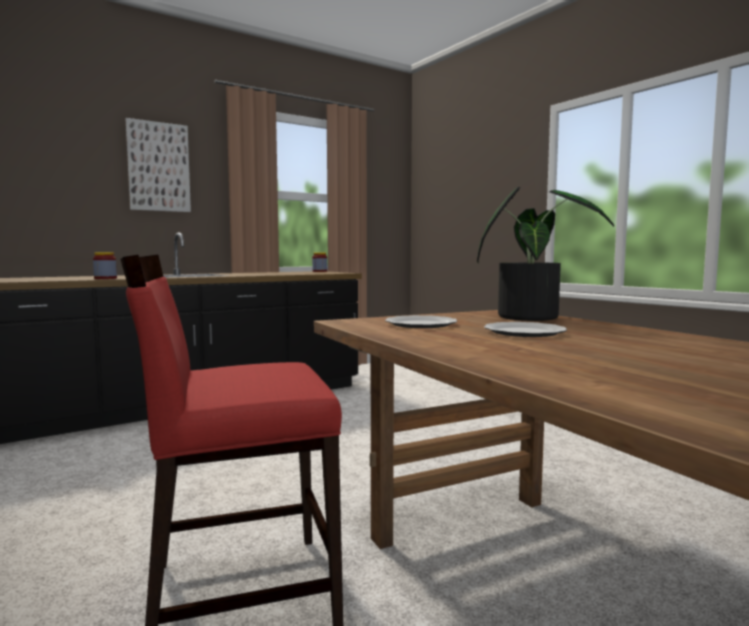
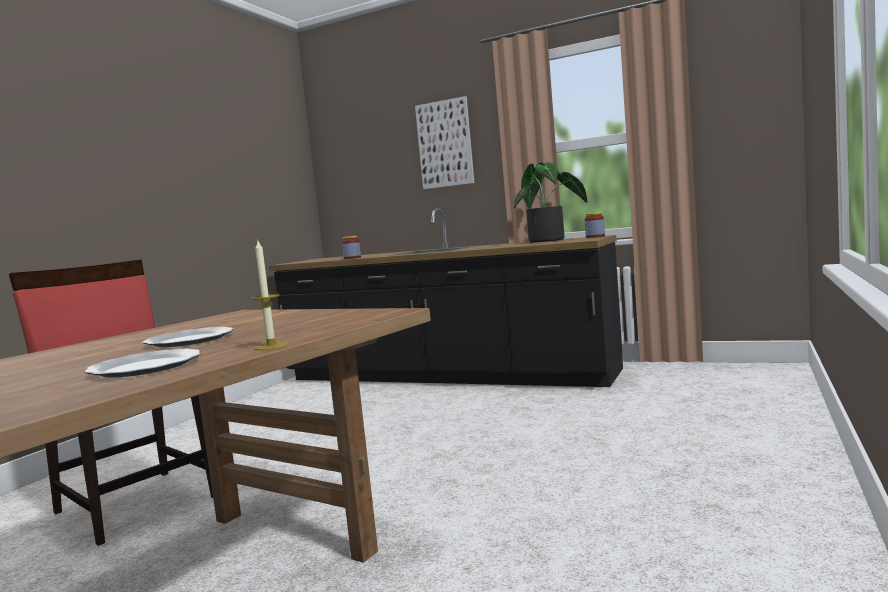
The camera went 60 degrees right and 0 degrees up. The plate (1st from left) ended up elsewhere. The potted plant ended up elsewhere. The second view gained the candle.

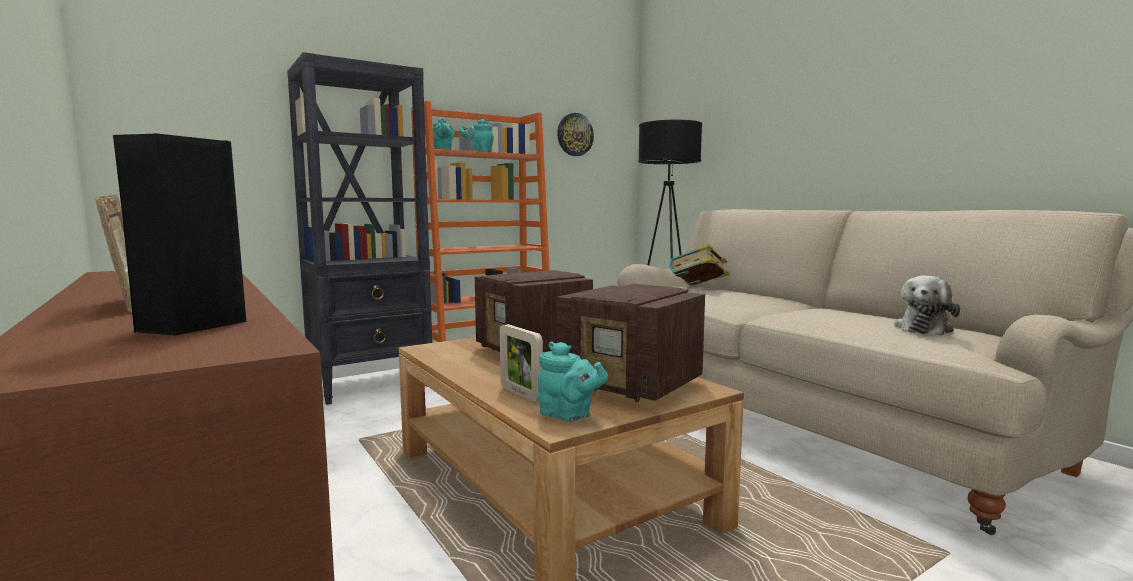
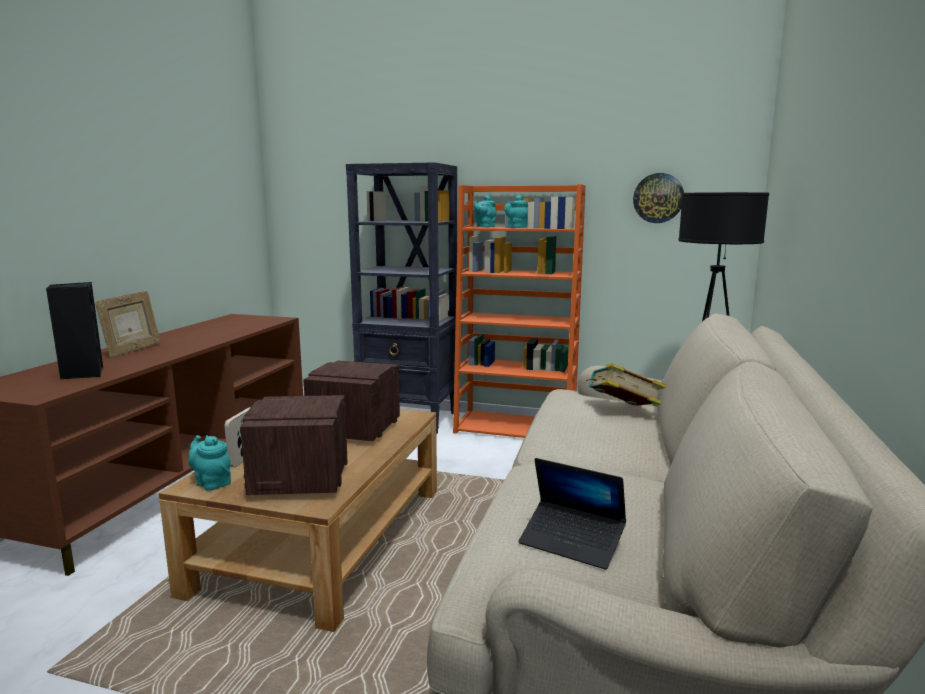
The camera went 50 degrees right and 5 degrees up. The turquoise-coloured pot for tea (3rd from left in the first image) ended up facing another way, 135 degrees clockwise from before. Where the cuddly toy stood, the notebook computer came to stand.

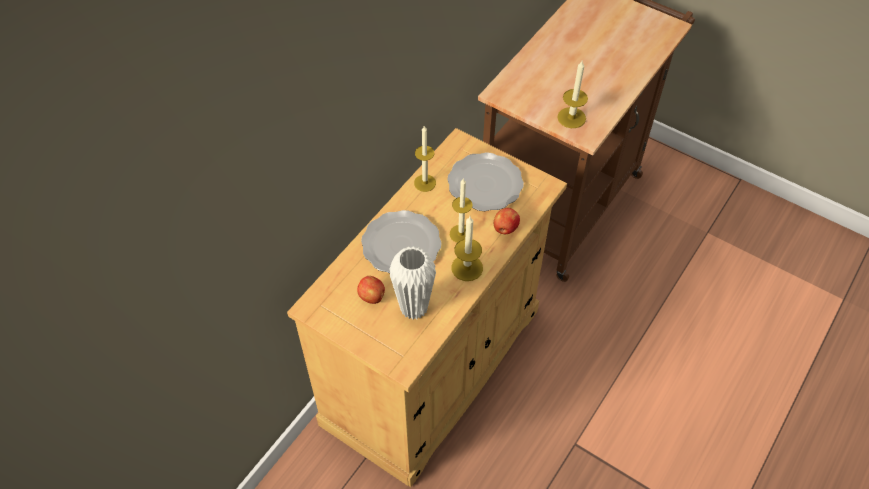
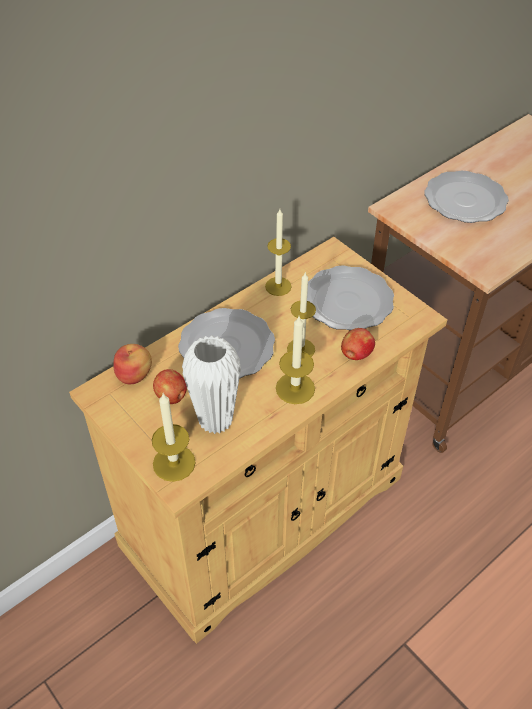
The camera went 15 degrees right and 5 degrees down. The candle (4th from left in the first image) ended up elsewhere. The second view gained the apple (1st from left). The second view gained the plate (3rd from left).

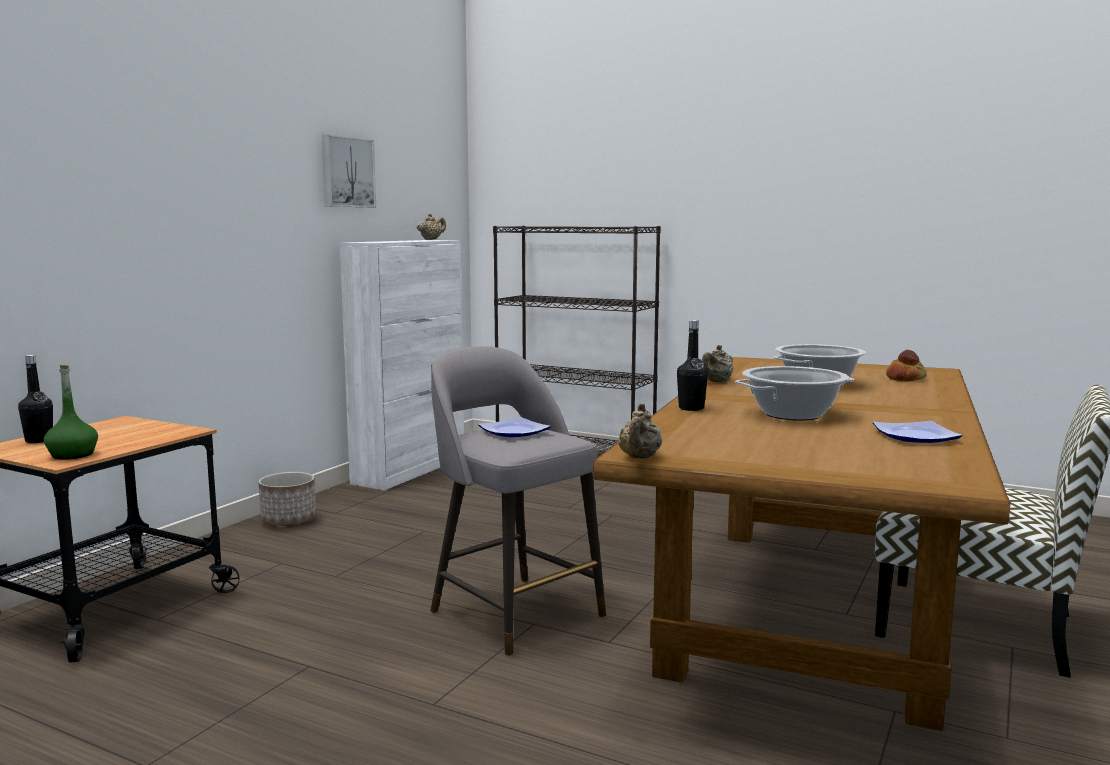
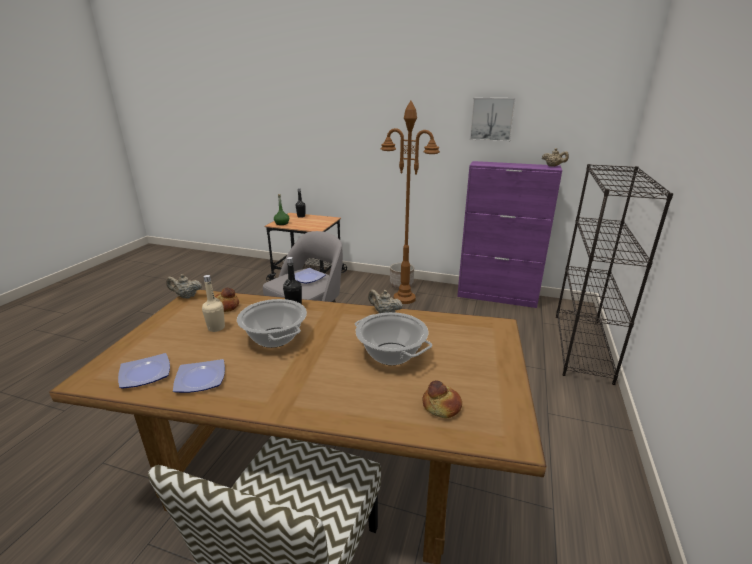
The camera went 80 degrees right and 15 degrees up. What was the whitish cabinet turned into the purple-coloured cabinet. The second view gained the plate (1st from left). The second view gained the beige-coloured beverage bottle. The second view gained the baked bread (1st from left). The second view gained the brown-coloured standard lamp.

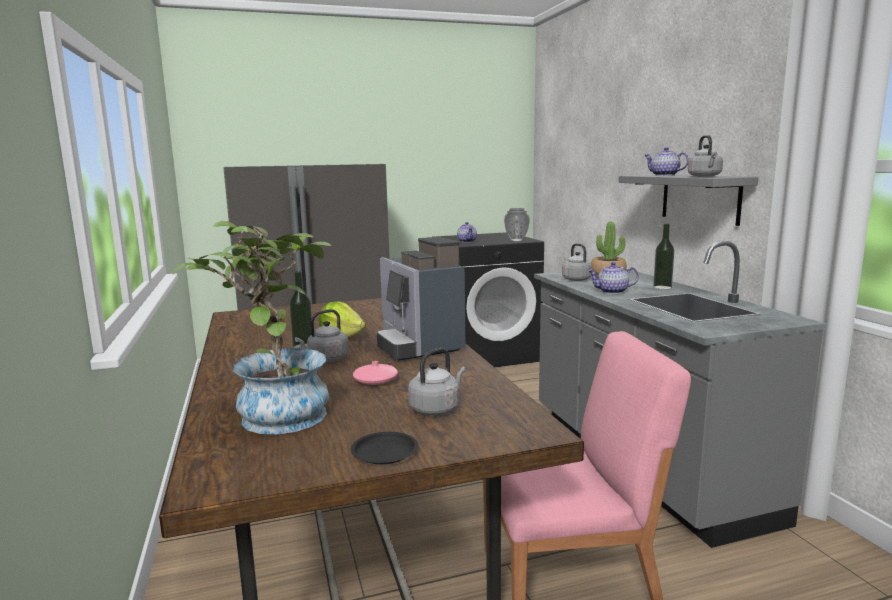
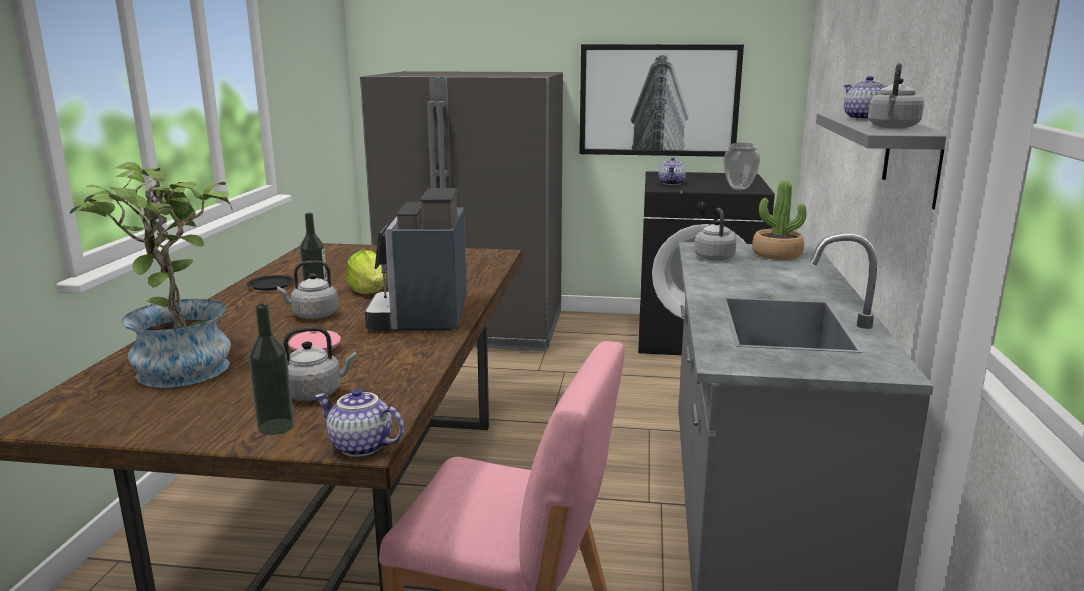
The camera went 25 degrees right and 5 degrees up. The black plate ended up elsewhere. The pot for tea (2nd from left in the first image) ended up elsewhere. The beverage bottle (2nd from left in the first image) ended up elsewhere. The second view gained the wall picture.

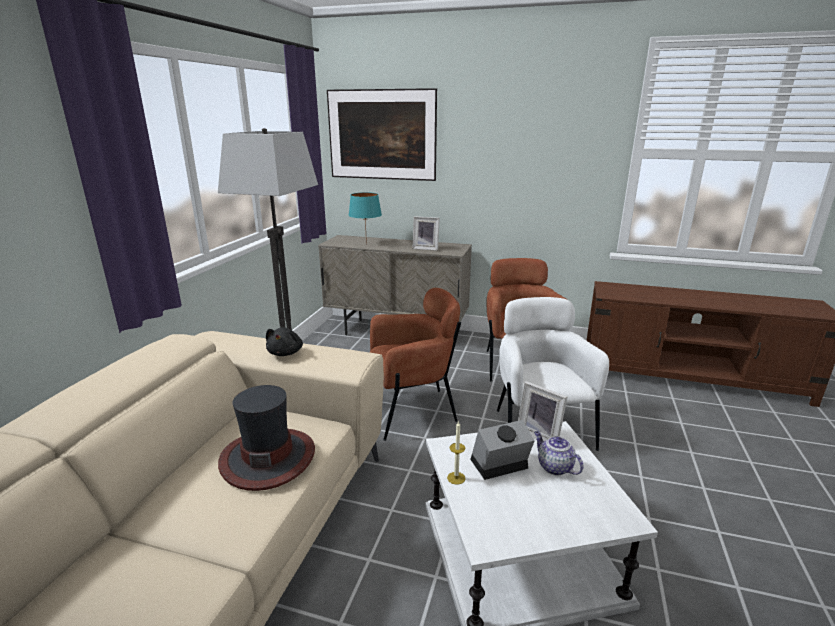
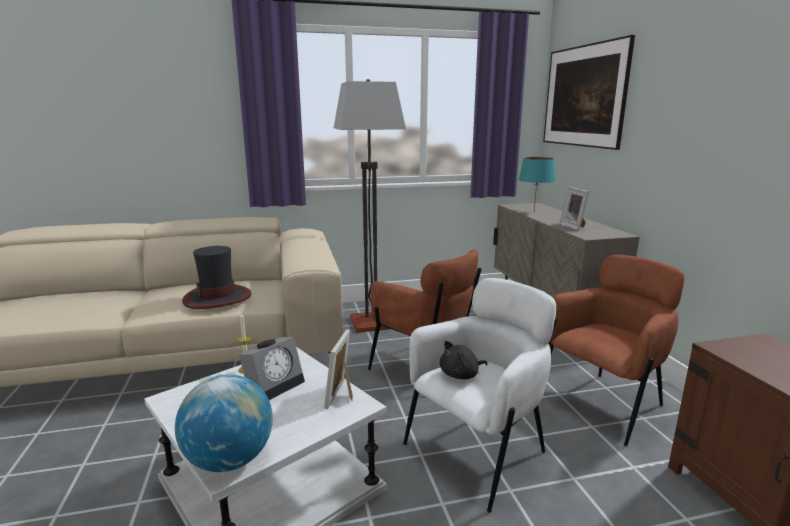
The camera went 60 degrees right and 5 degrees down. The black cuddly toy ended up elsewhere. The bedside clock ended up facing another way, 90 degrees clockwise from before. The second view lost the pot for tea. The second view gained the globe.

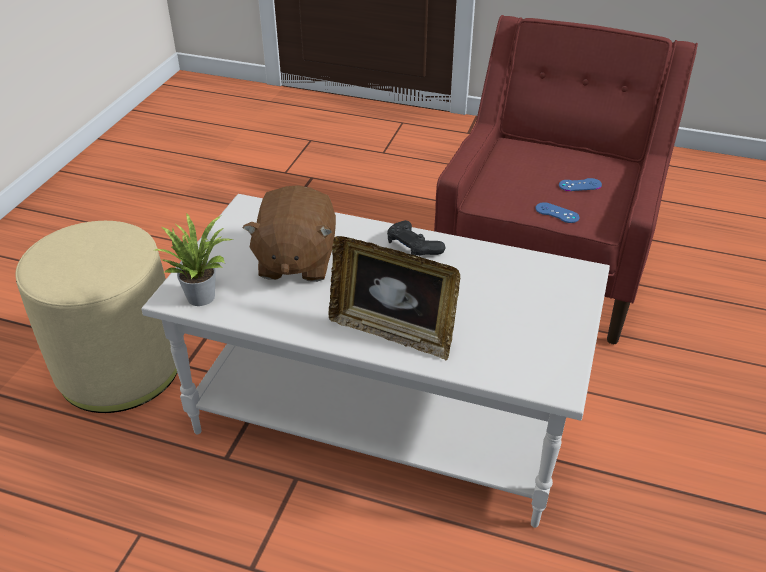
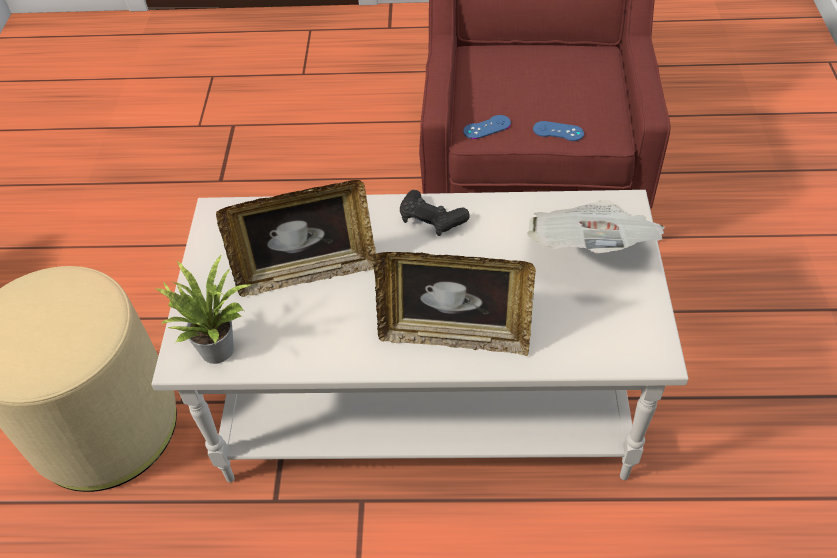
The camera went 15 degrees left and 10 degrees up. Where the brown-coloured cuddly toy stood, the standing frame (1st from left) came to stand. The bluish game controller (2nd from left in the first image) ended up elsewhere. The second view gained the newspaper.

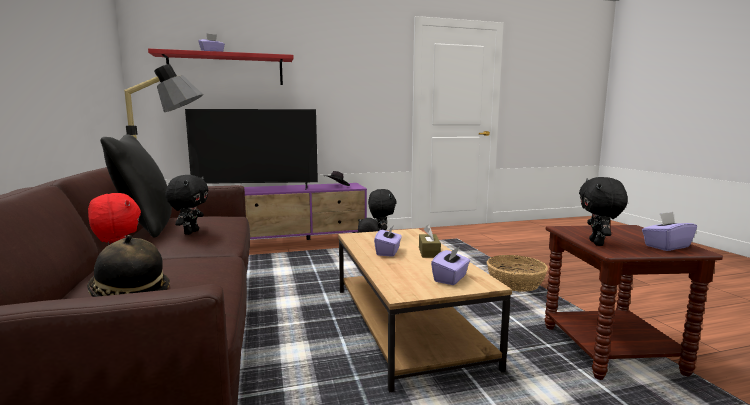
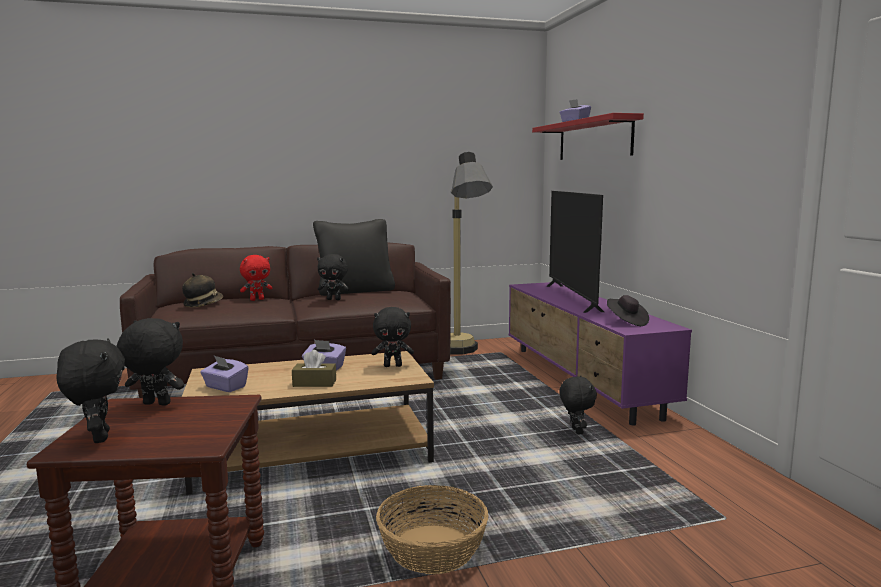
The camera went 90 degrees right and 0 degrees up. Where the purple-coloured tissue box (4th from left) stood, the black cuddly toy (1st from left) came to stand.

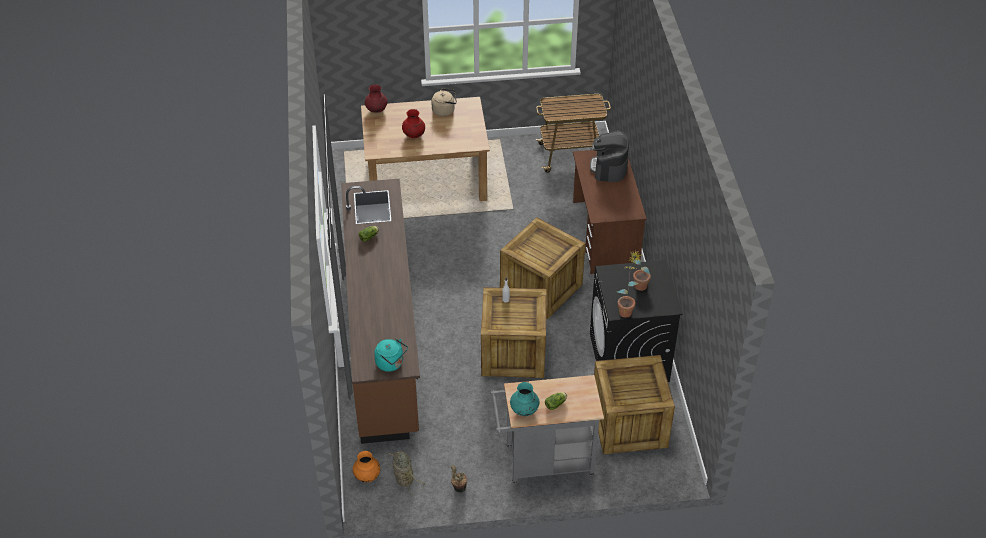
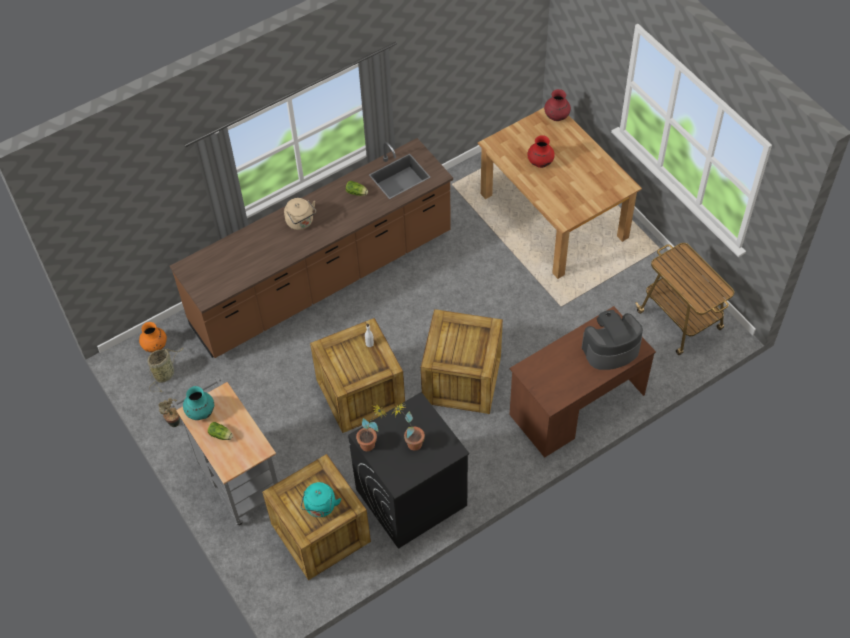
The camera went 65 degrees right and 10 degrees up. The turquoise-coloured water kettle ended up elsewhere. The beige-coloured water kettle ended up elsewhere.

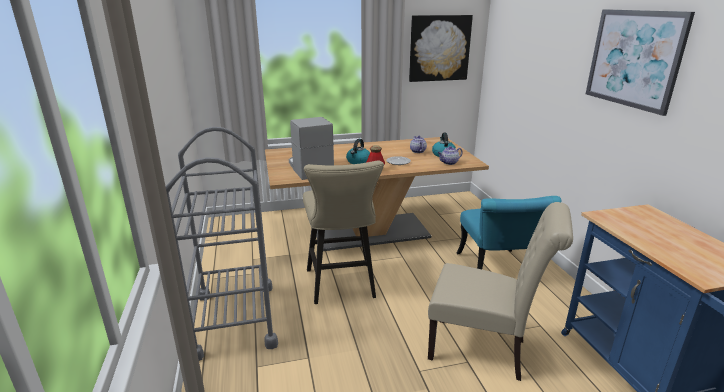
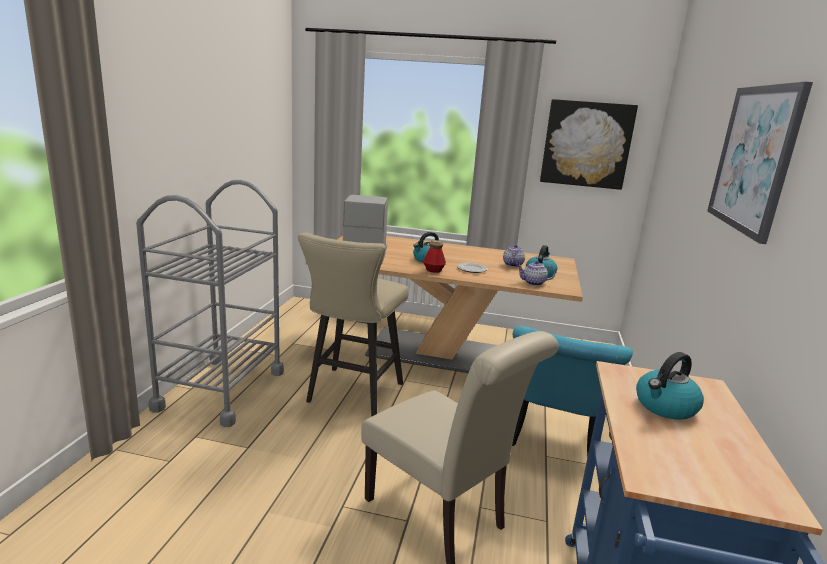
The camera went 25 degrees right and 5 degrees down. The second view gained the water kettle (3rd from left).

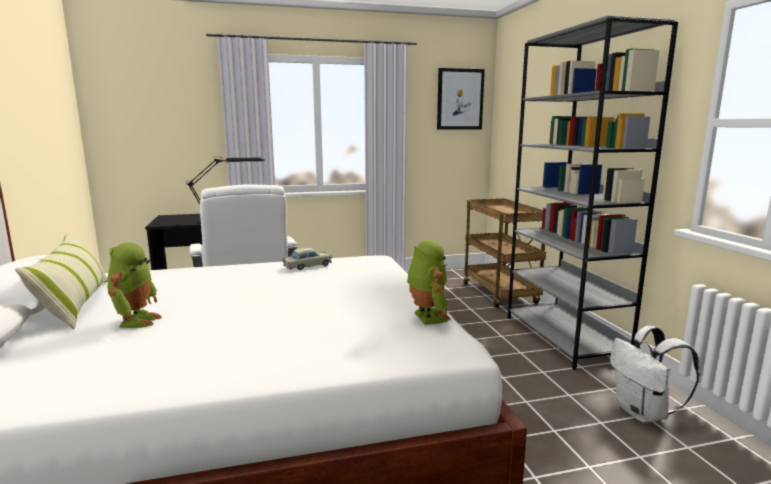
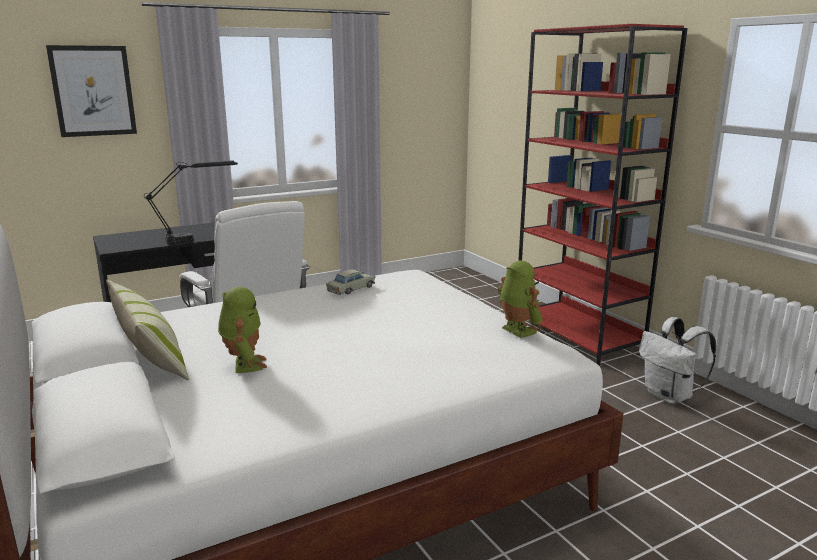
The camera went 15 degrees left and 5 degrees up. The wall picture ended up elsewhere. The second view lost the brown-coloured cart. What was the grey bookcase turned into the red bookcase.

